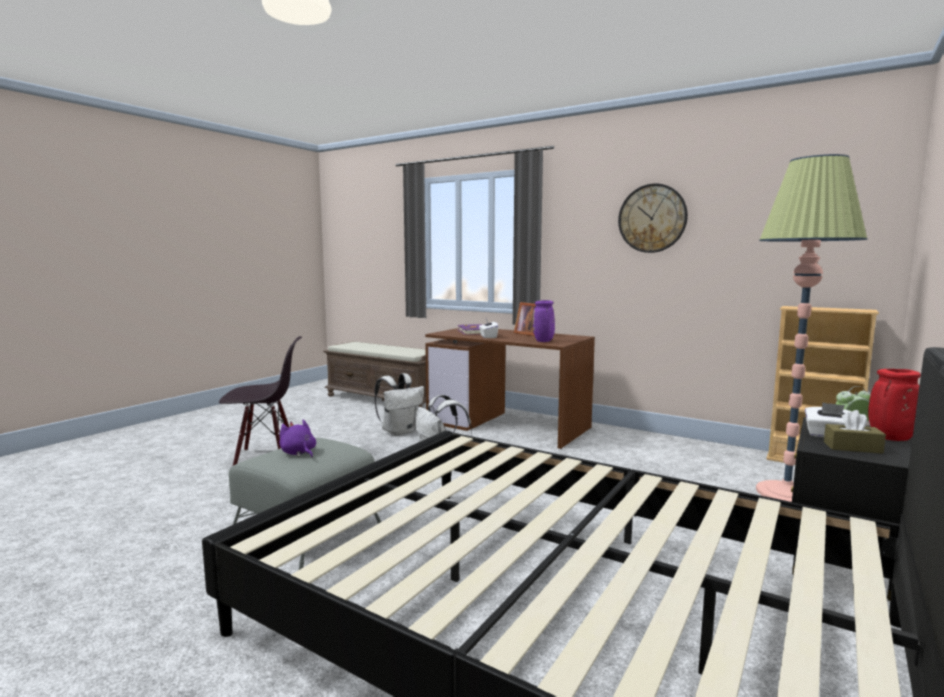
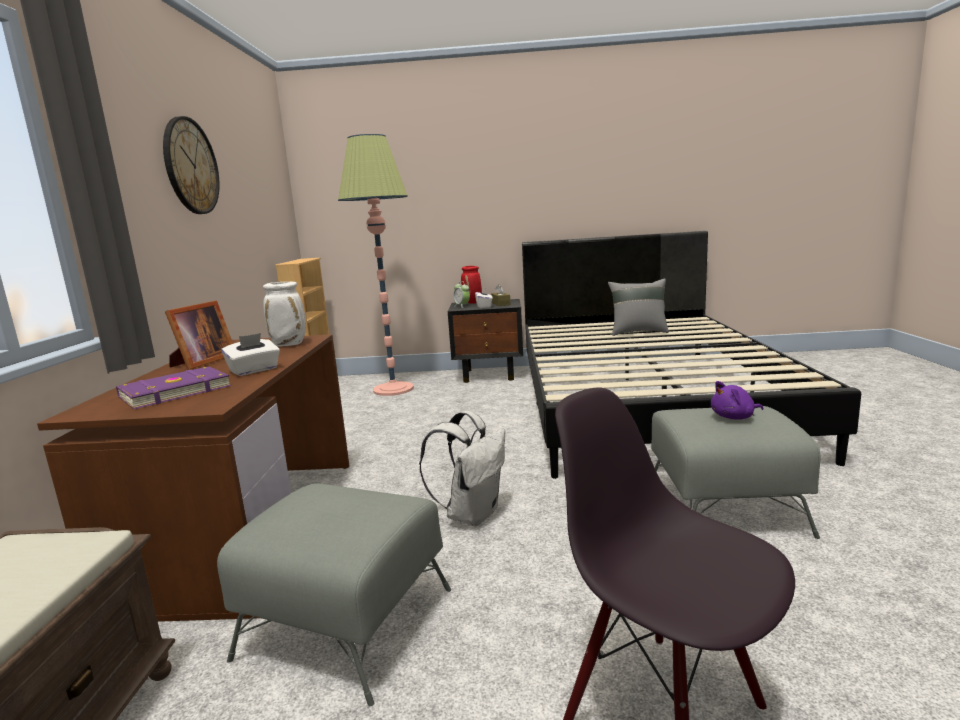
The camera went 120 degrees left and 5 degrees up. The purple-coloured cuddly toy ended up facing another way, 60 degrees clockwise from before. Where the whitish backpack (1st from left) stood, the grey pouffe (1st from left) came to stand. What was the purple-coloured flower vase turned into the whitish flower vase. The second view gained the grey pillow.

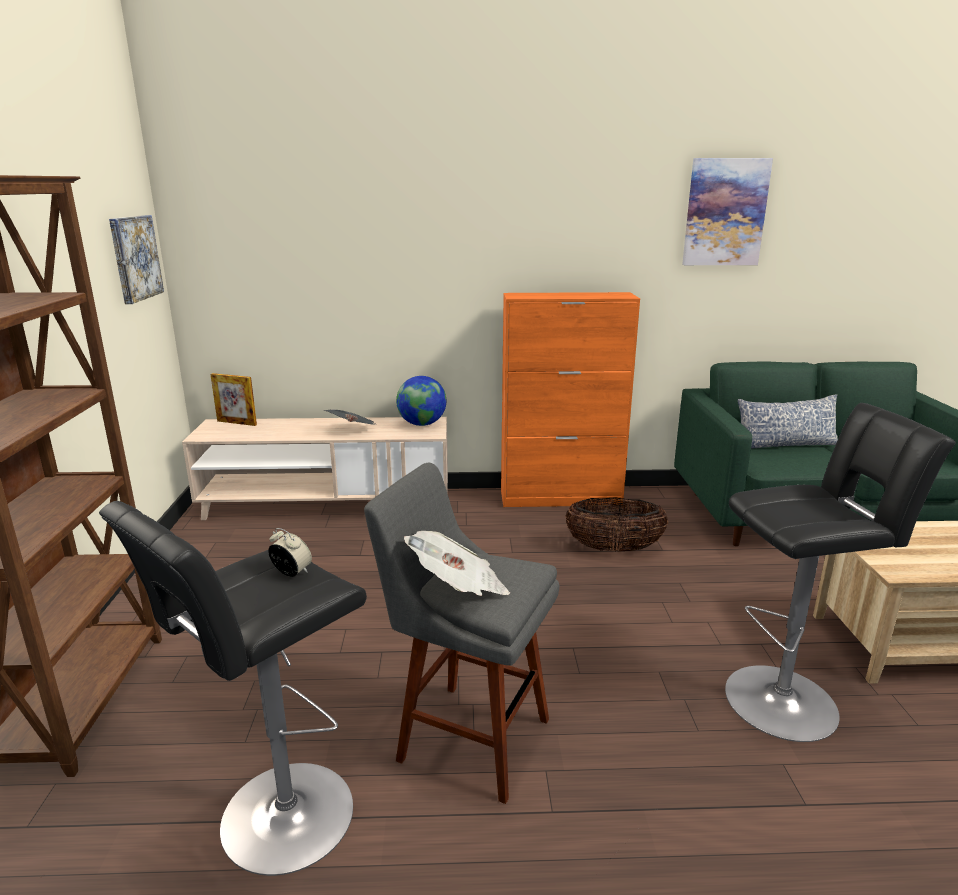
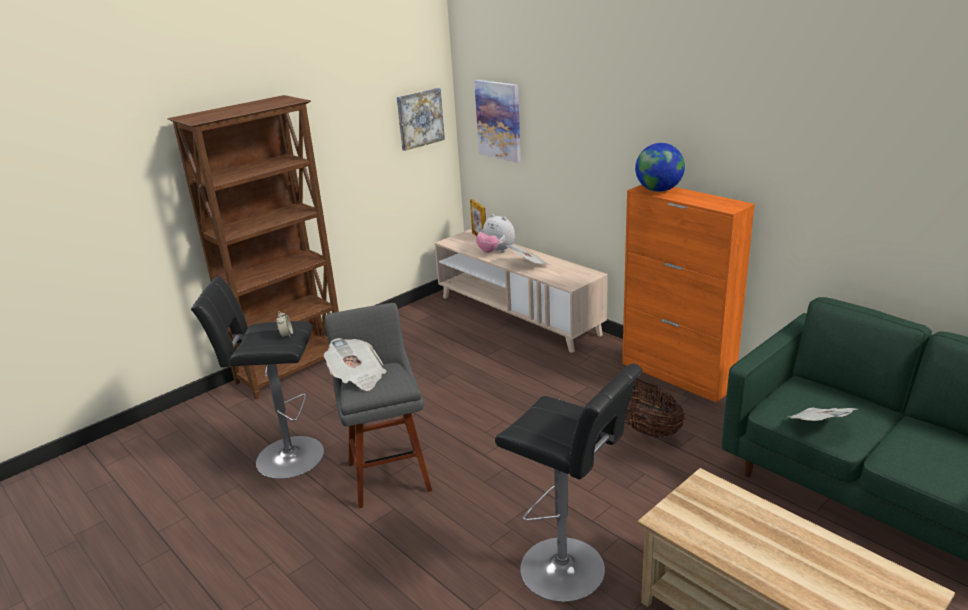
The camera went 50 degrees right and 5 degrees up. The globe ended up elsewhere. The wall picture (2nd from left) ended up elsewhere. The second view lost the pillow. The second view gained the cuddly toy. The second view gained the newspaper (3rd from left).

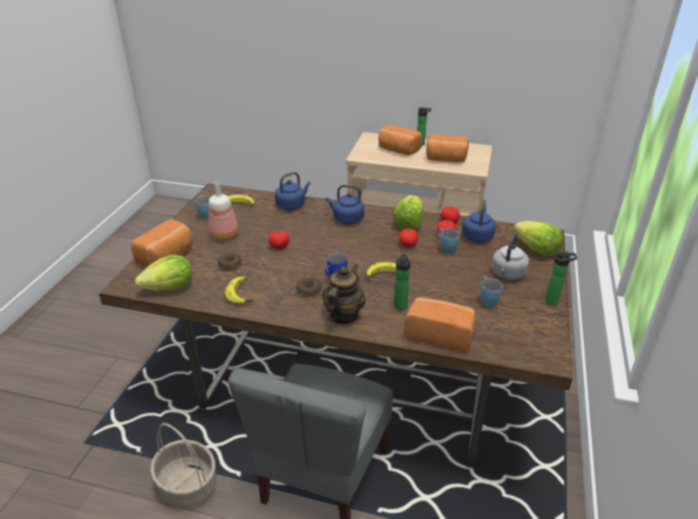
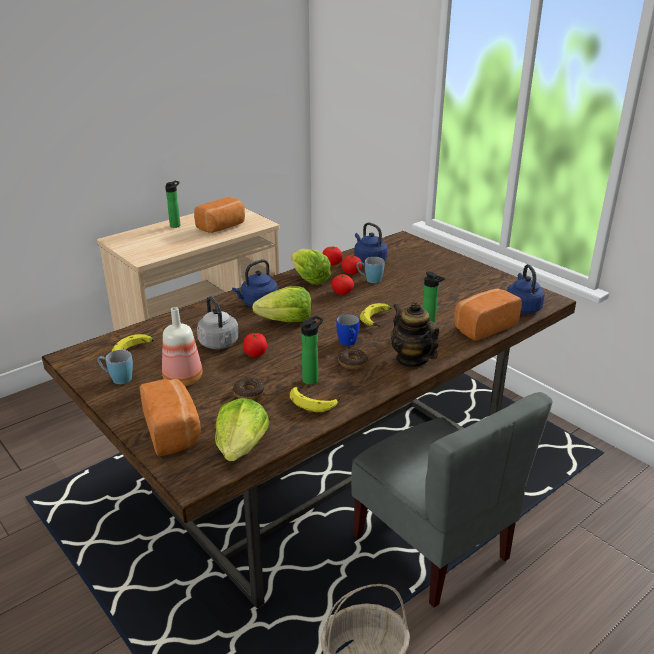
The camera went 55 degrees left and 5 degrees down. The bluish water kettle (1st from left in the first image) ended up elsewhere. The second view lost the baked bread (2nd from left). The second view lost the bluish coffee mug (4th from left). The grey water kettle ended up elsewhere. The head of lettuce (3rd from left in the first image) ended up elsewhere. The beverage bottle (4th from left in the first image) ended up elsewhere.

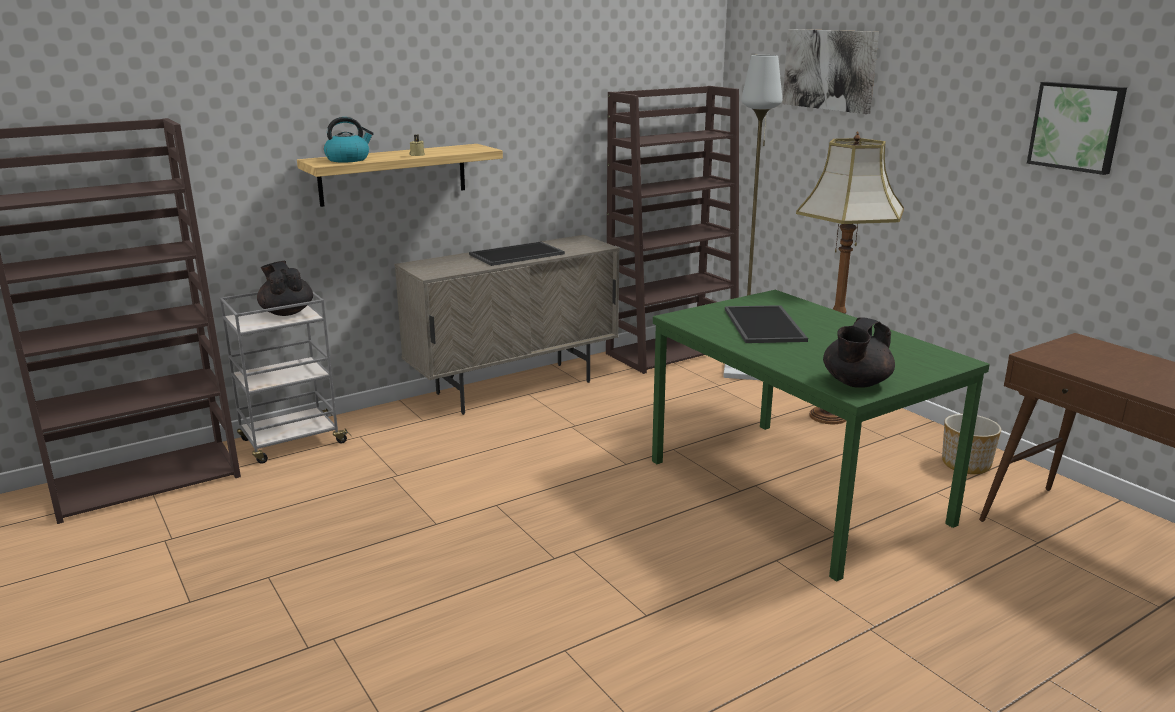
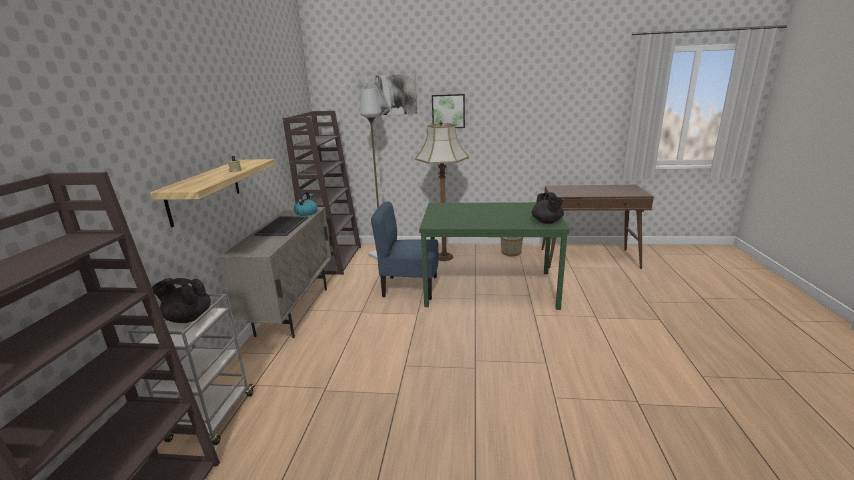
The camera went 50 degrees left and 0 degrees up. The water kettle ended up elsewhere. The second view lost the serving tray (2nd from left). The wall picture (2nd from left) ended up elsewhere. The second view gained the bluish chair.

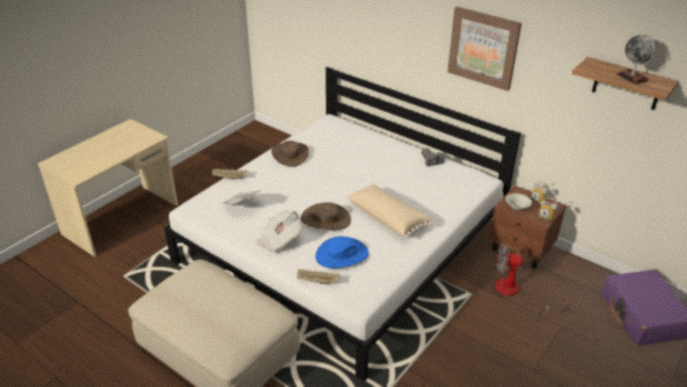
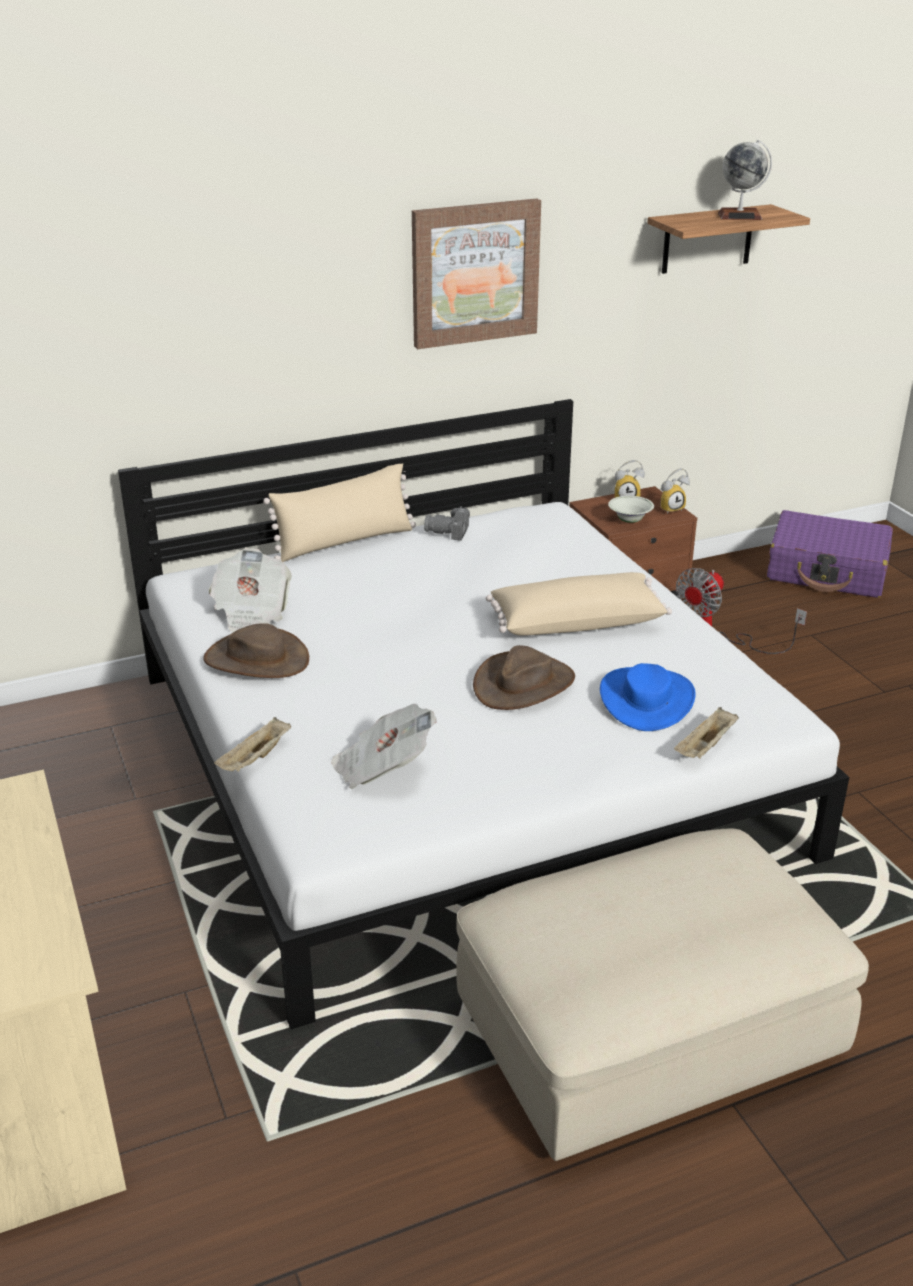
The camera went 60 degrees left and 5 degrees down. The newspaper (2nd from left in the first image) ended up elsewhere. The second view gained the beige-coloured pillow (1st from left).

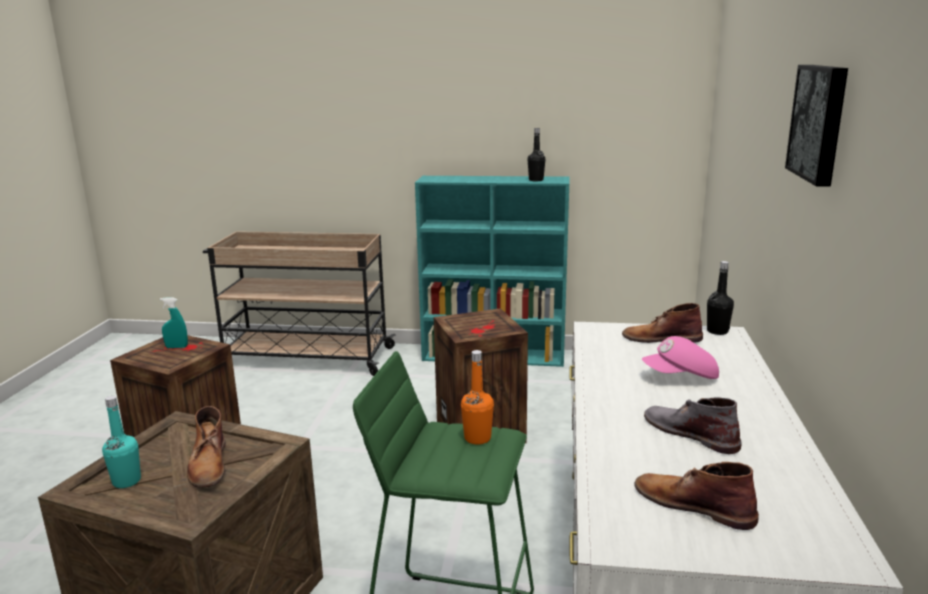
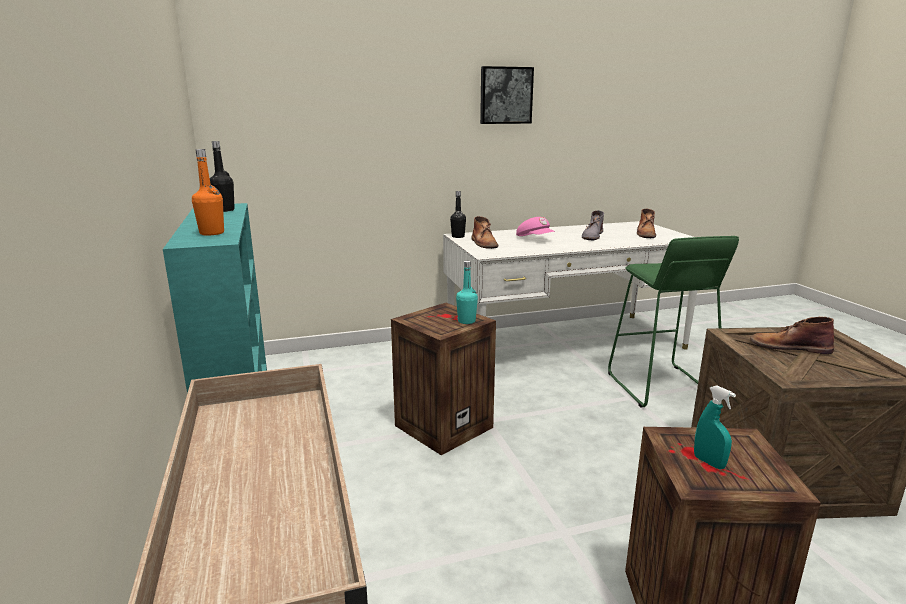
The camera went 115 degrees left and 0 degrees up. The turquoise-coloured beverage bottle ended up elsewhere. The brown-coloured tall boot (1st from left in the first image) ended up facing another way, 120 degrees counterclockwise from before. The orangey beverage bottle ended up elsewhere.

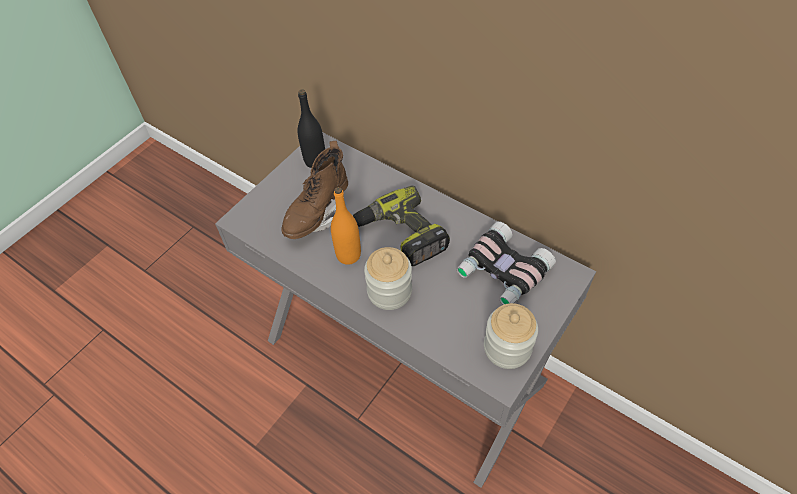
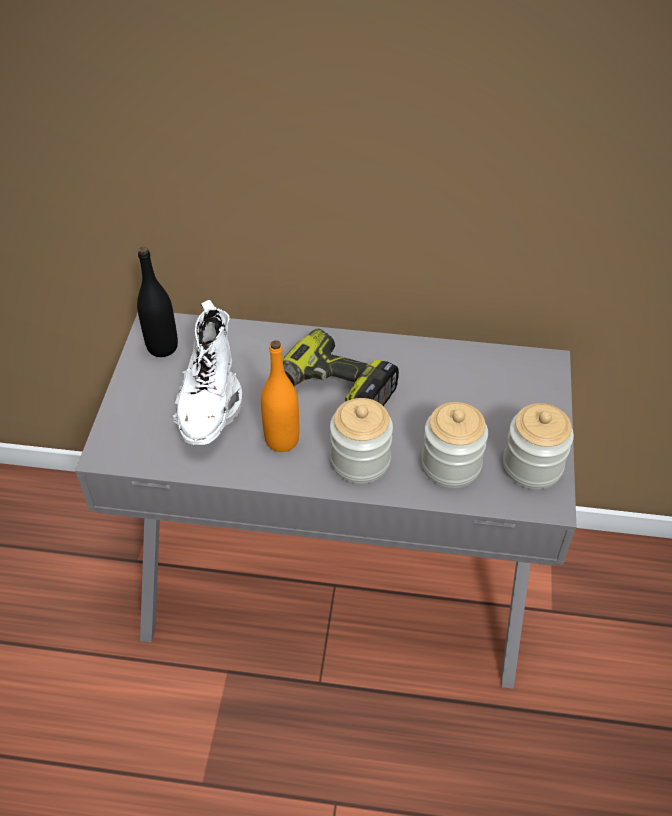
The camera went 30 degrees left and 5 degrees down. What was the brown-coloured tall boot turned into the whitish tall boot. The second view lost the pair of binoculars. The second view gained the preserve jar (2nd from left).

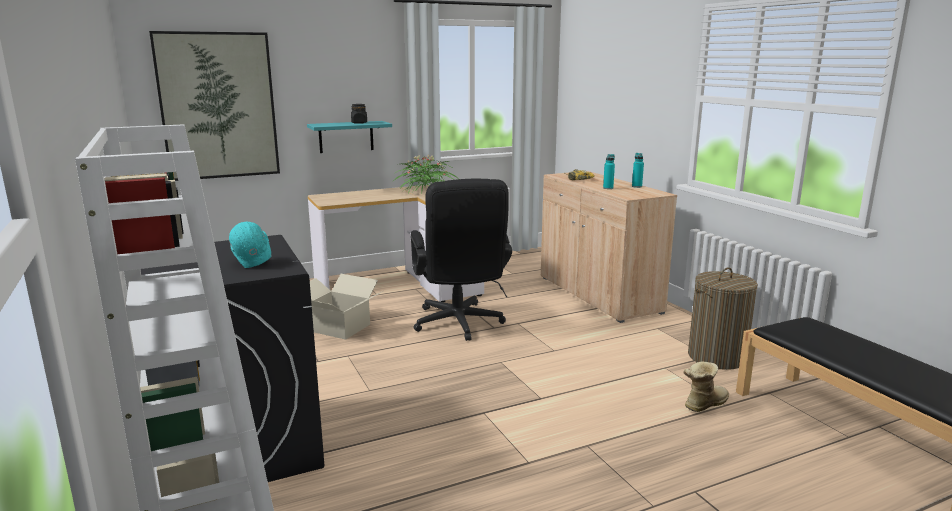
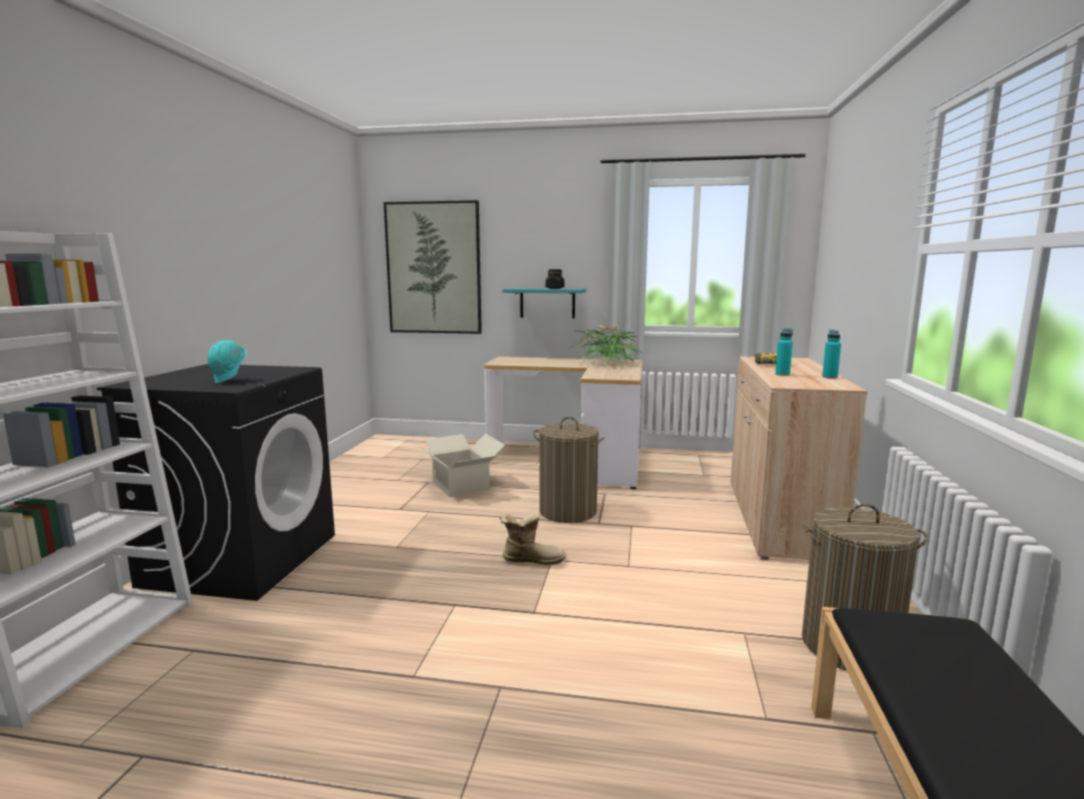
The camera went 35 degrees right and 5 degrees down. Where the black computer chair stood, the hamper (1st from left) came to stand. The tall boot ended up elsewhere.

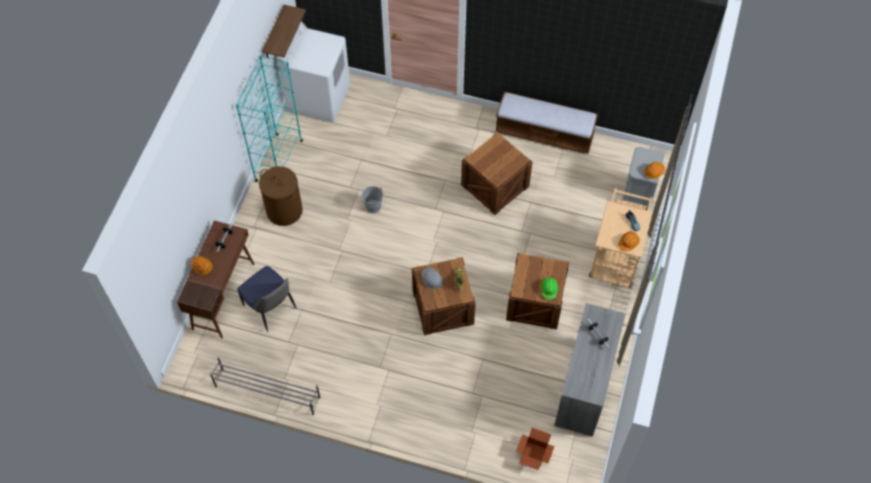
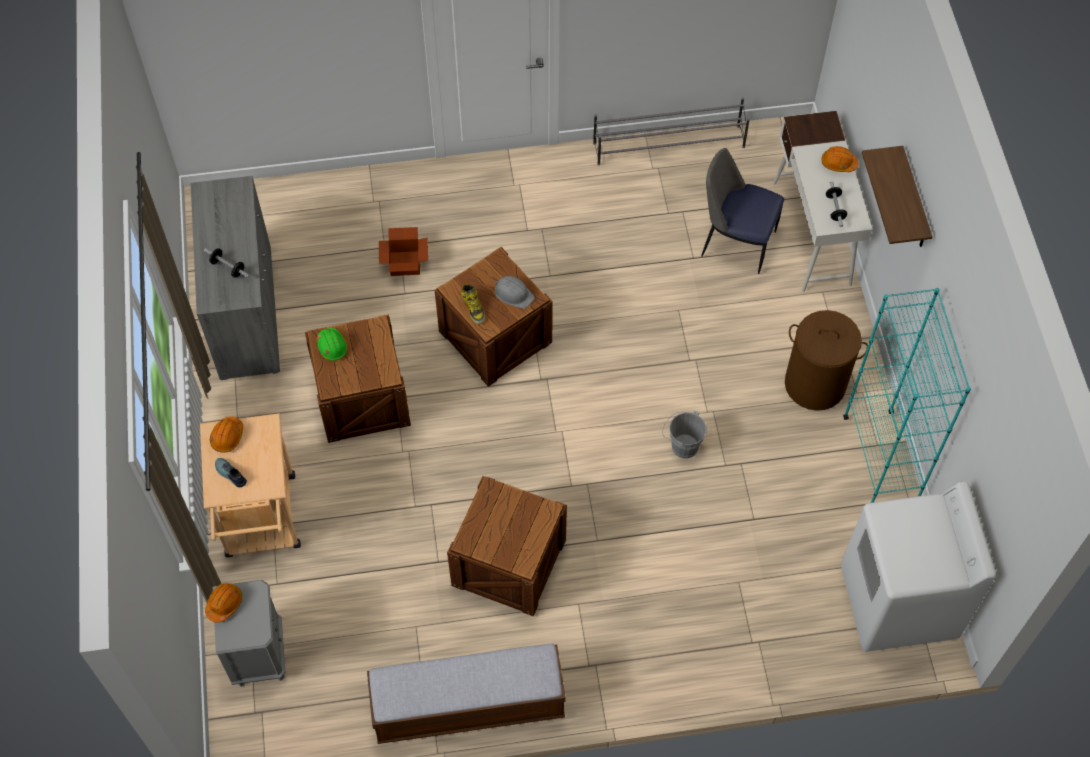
The camera went 155 degrees right and 0 degrees up. What was the brown-coloured desk table turned into the whitish desk table. The wall shelf ended up elsewhere. The carton ended up elsewhere.

